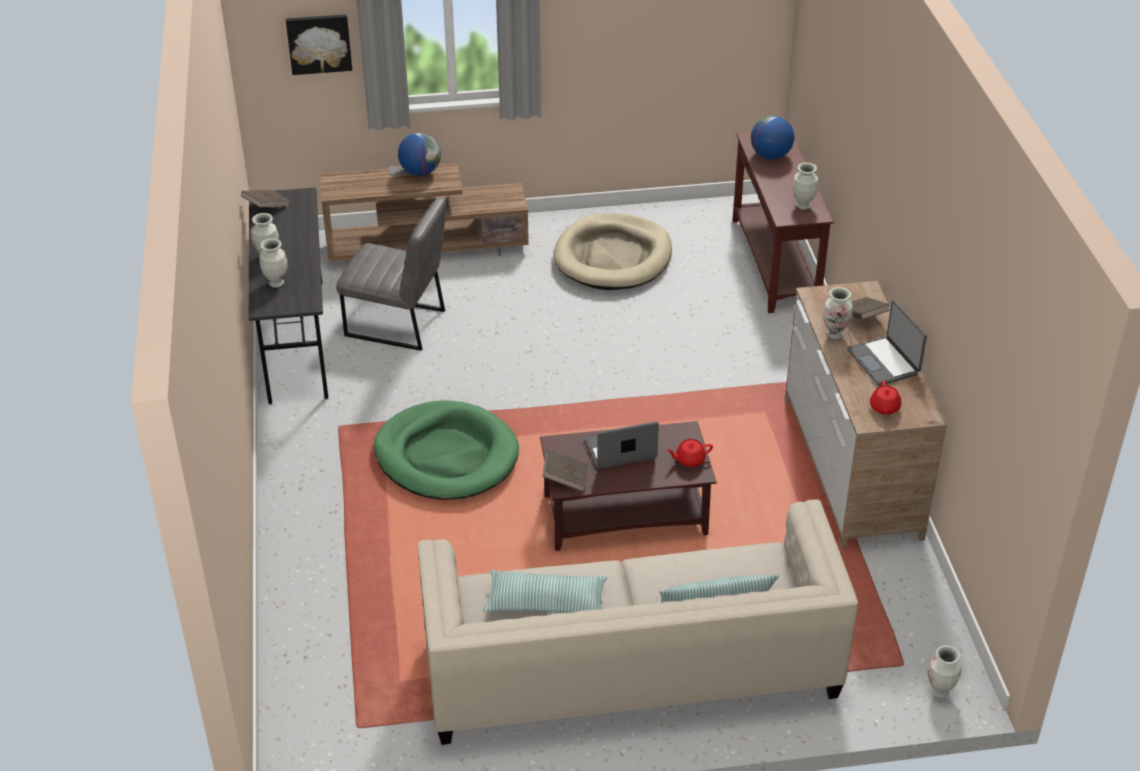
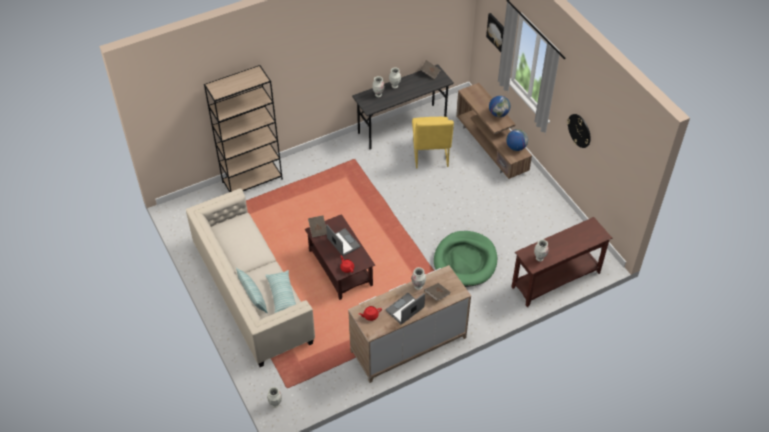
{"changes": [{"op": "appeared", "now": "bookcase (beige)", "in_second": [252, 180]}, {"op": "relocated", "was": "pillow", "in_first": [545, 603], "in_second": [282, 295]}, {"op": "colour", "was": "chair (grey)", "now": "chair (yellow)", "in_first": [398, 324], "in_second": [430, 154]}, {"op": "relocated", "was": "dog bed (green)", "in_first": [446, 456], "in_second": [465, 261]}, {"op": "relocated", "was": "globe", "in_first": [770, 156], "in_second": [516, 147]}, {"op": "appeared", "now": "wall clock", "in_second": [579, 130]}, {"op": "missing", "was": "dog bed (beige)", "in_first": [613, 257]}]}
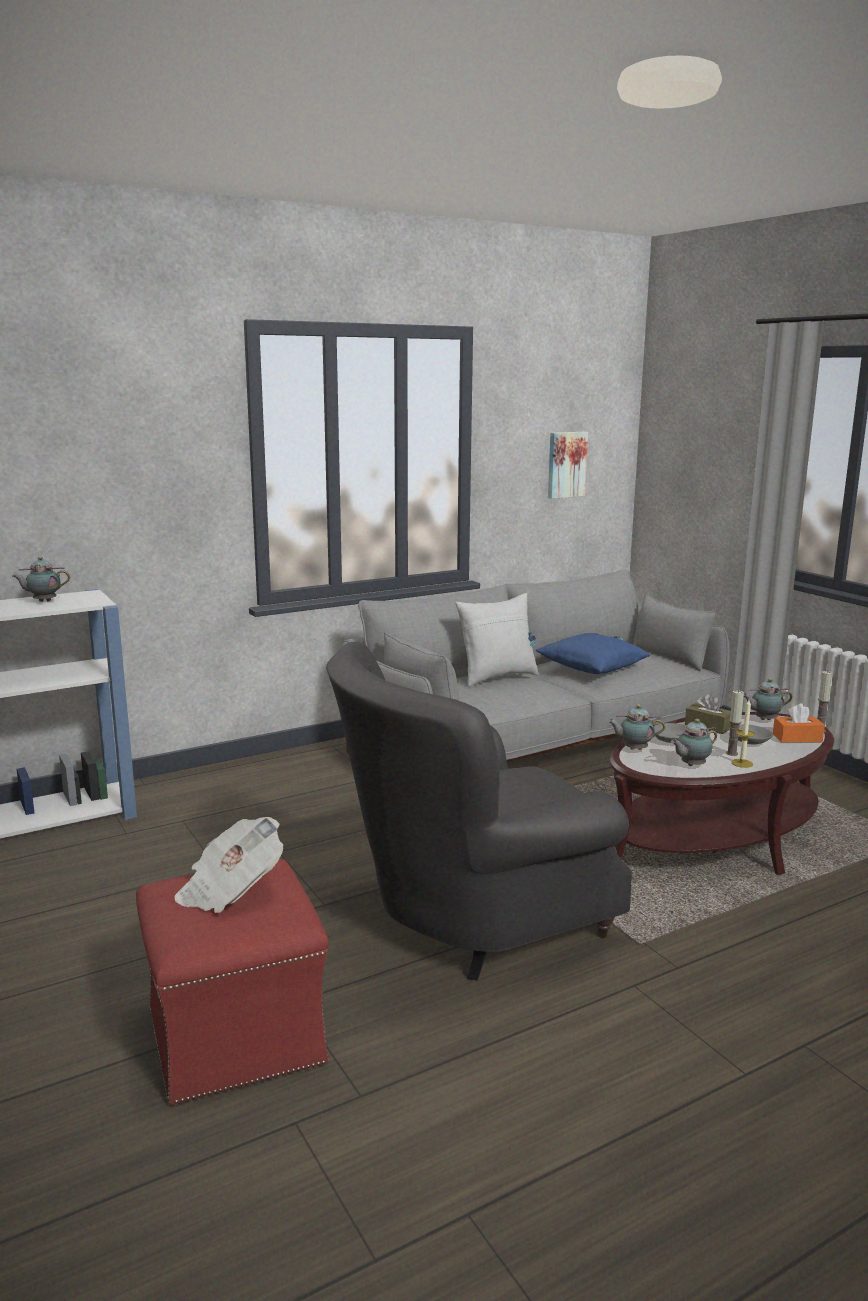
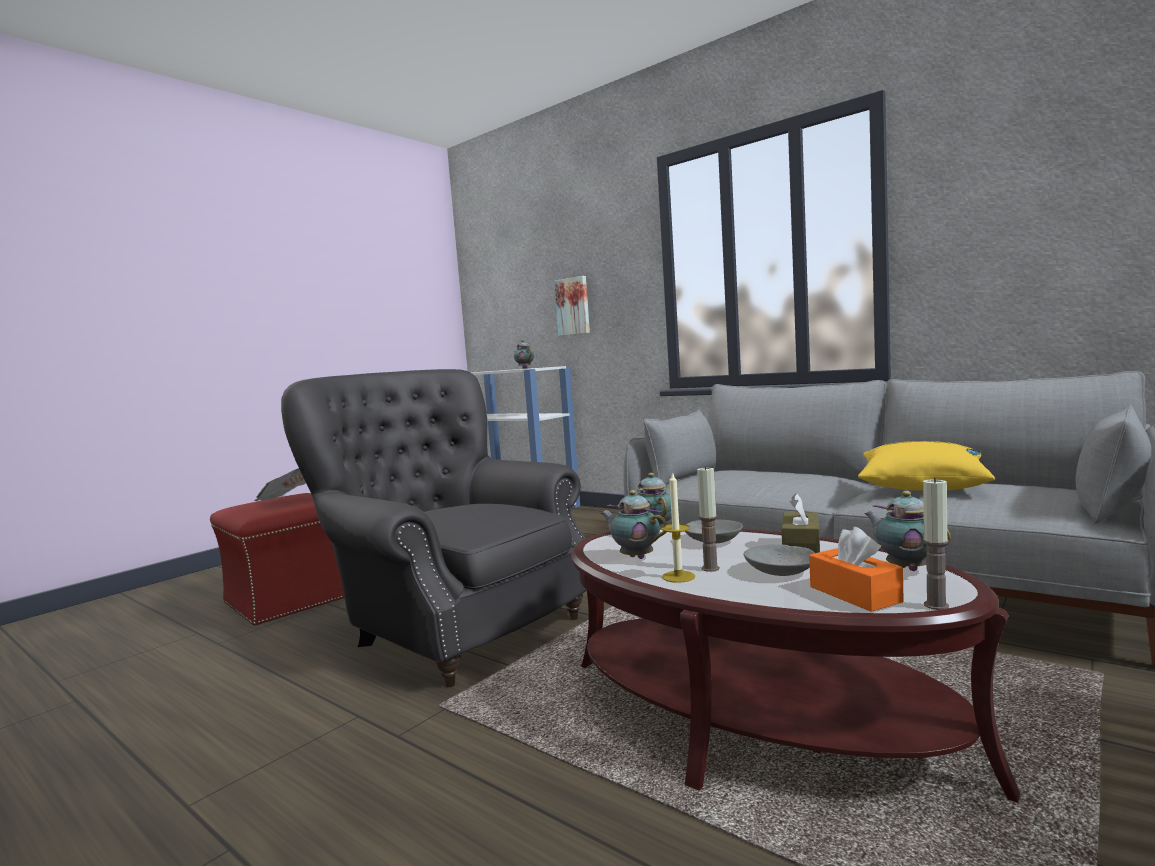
{"changes": [{"op": "relocated", "was": "picture", "in_first": [566, 464], "in_second": [573, 306]}, {"op": "colour", "was": "pillow (blue)", "now": "pillow (yellow)", "in_first": [591, 668], "in_second": [922, 487]}, {"op": "missing", "was": "pillow (grey)", "in_first": [497, 678]}]}
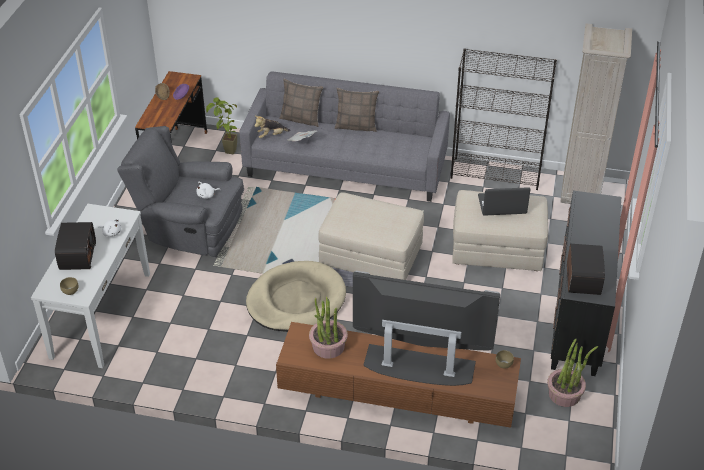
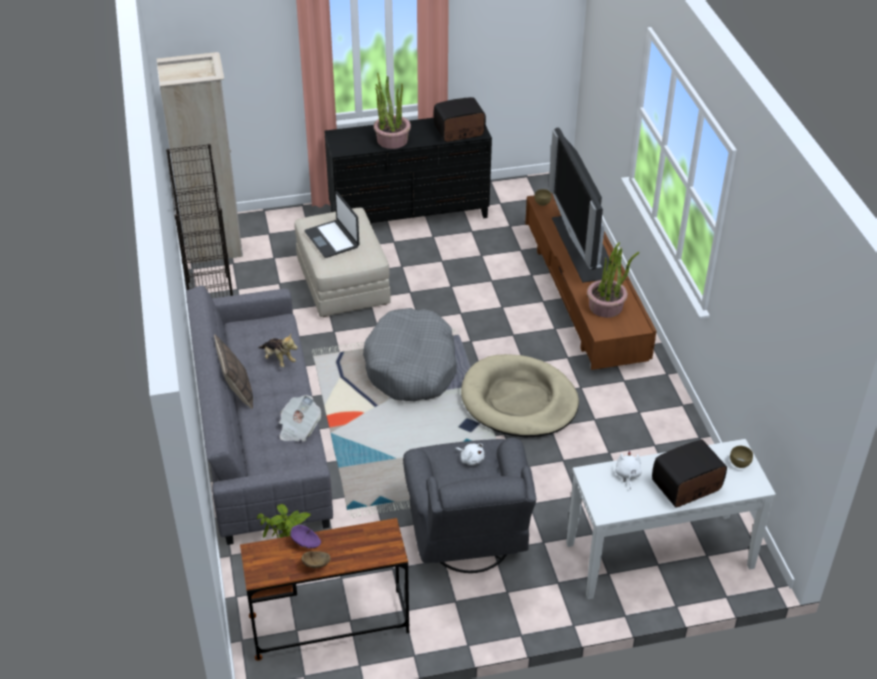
{"changes": [{"op": "relocated", "was": "plush toy", "in_first": [271, 136], "in_second": [278, 359]}, {"op": "exchanged", "was": "ottoman (beige)", "now": "dog bed (grey)", "in_first": [371, 255], "in_second": [411, 367]}, {"op": "relocated", "was": "potted plant", "in_first": [565, 394], "in_second": [392, 140]}, {"op": "missing", "was": "pillow", "in_first": [301, 119]}]}
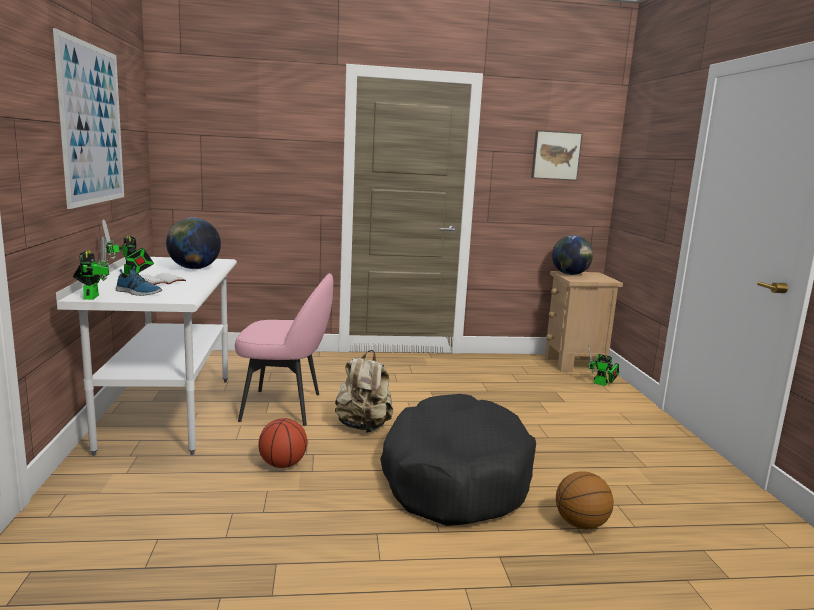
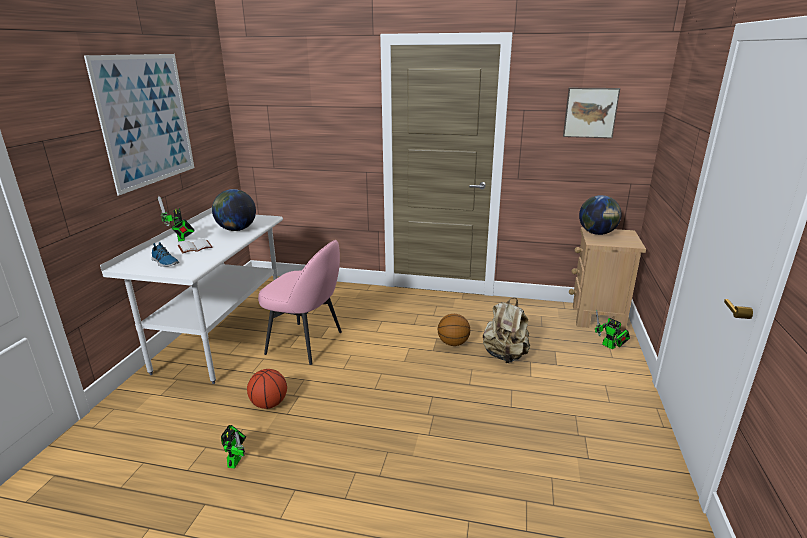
{"changes": [{"op": "relocated", "was": "toy robot", "in_first": [92, 296], "in_second": [236, 460]}, {"op": "relocated", "was": "basketball", "in_first": [581, 524], "in_second": [453, 343]}, {"op": "relocated", "was": "backpack (beige)", "in_first": [363, 427], "in_second": [505, 356]}, {"op": "missing", "was": "dog bed (black)", "in_first": [454, 477]}]}
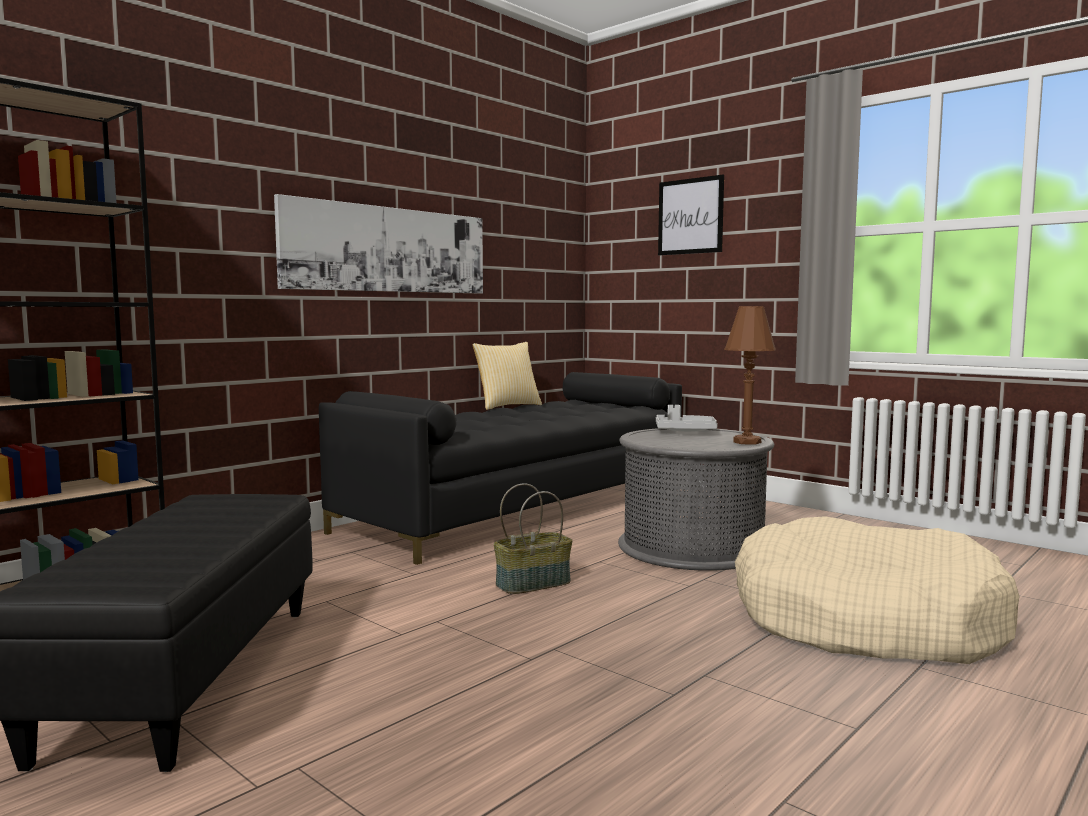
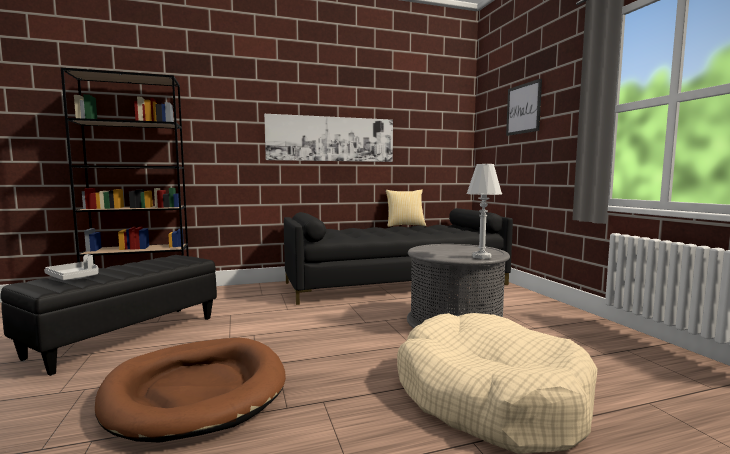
{"changes": [{"op": "relocated", "was": "tray (grey)", "in_first": [684, 431], "in_second": [75, 278]}, {"op": "appeared", "now": "dog bed (brown)", "in_second": [196, 391]}, {"op": "colour", "was": "table lamp (brown)", "now": "table lamp (white)", "in_first": [747, 442], "in_second": [481, 257]}, {"op": "missing", "was": "basket", "in_first": [533, 583]}]}
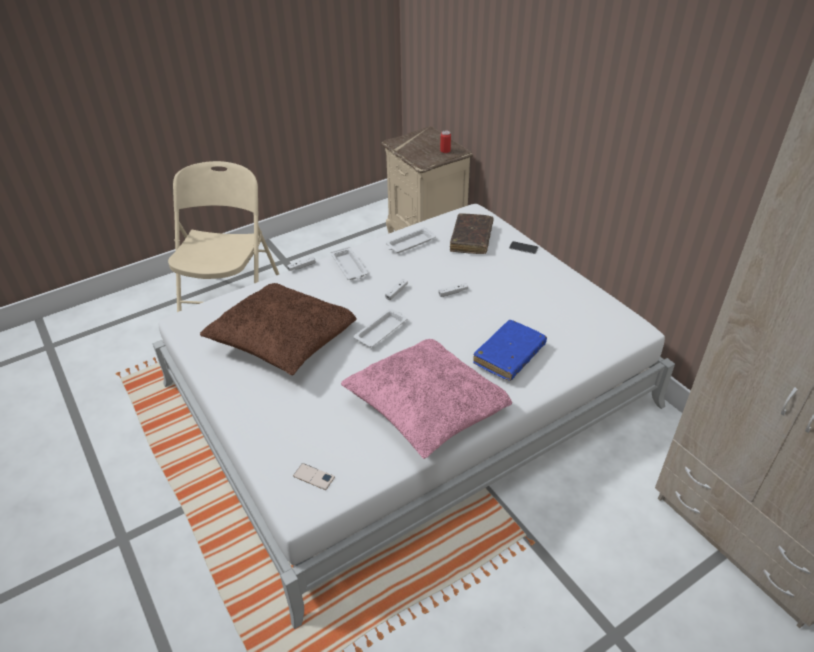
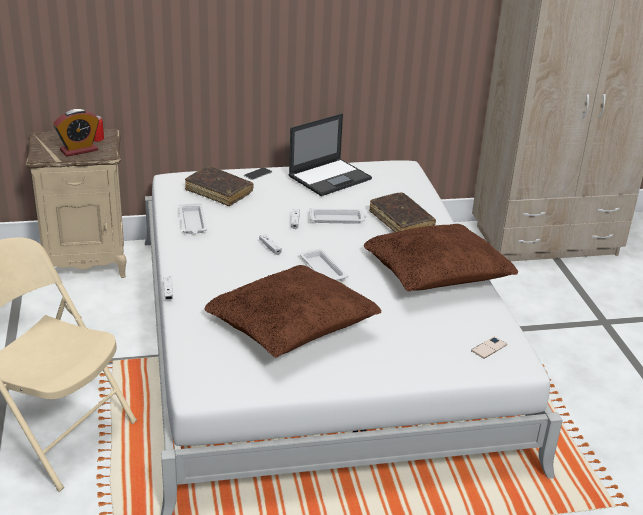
{"changes": [{"op": "appeared", "now": "alarm clock", "in_second": [79, 150]}, {"op": "appeared", "now": "laptop", "in_second": [330, 177]}, {"op": "relocated", "was": "tray (white)", "in_first": [349, 267], "in_second": [337, 219]}, {"op": "colour", "was": "pillow (pink)", "now": "pillow (brown)", "in_first": [427, 407], "in_second": [436, 275]}, {"op": "colour", "was": "book (blue)", "now": "book (brown)", "in_first": [509, 355], "in_second": [401, 220]}]}
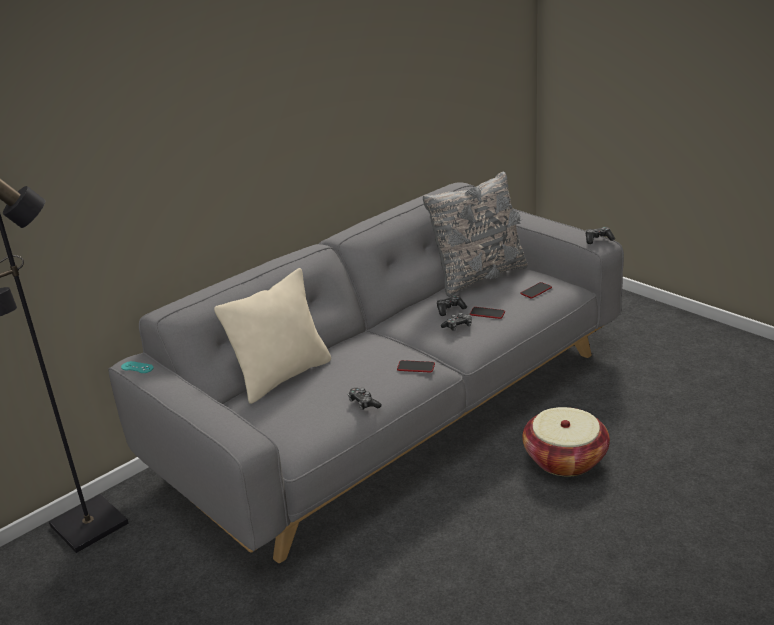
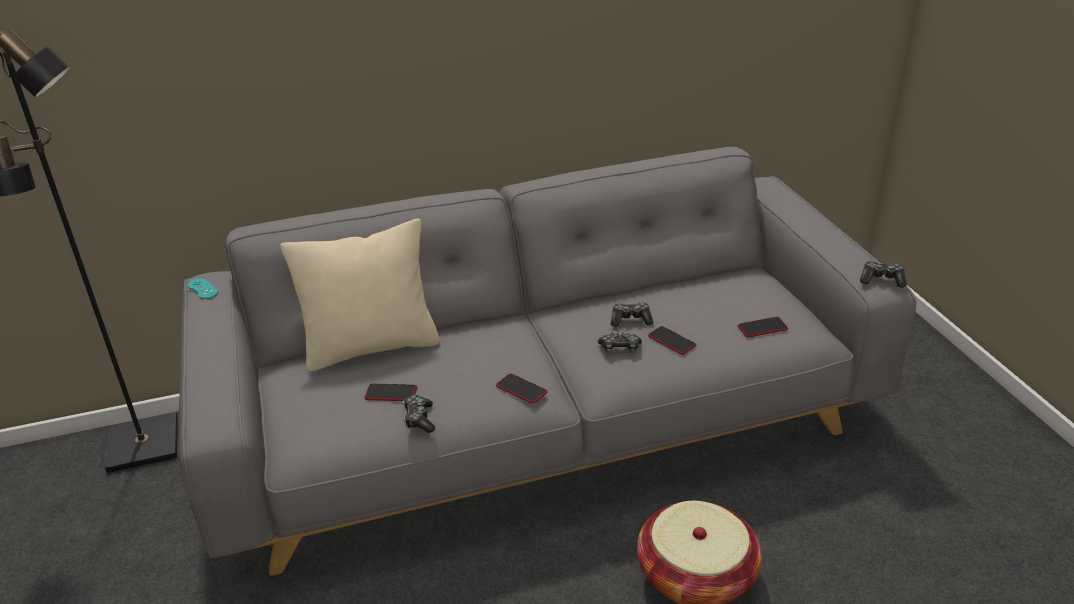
{"changes": [{"op": "appeared", "now": "phone", "in_second": [391, 393]}, {"op": "missing", "was": "pillow (grey)", "in_first": [479, 277]}]}
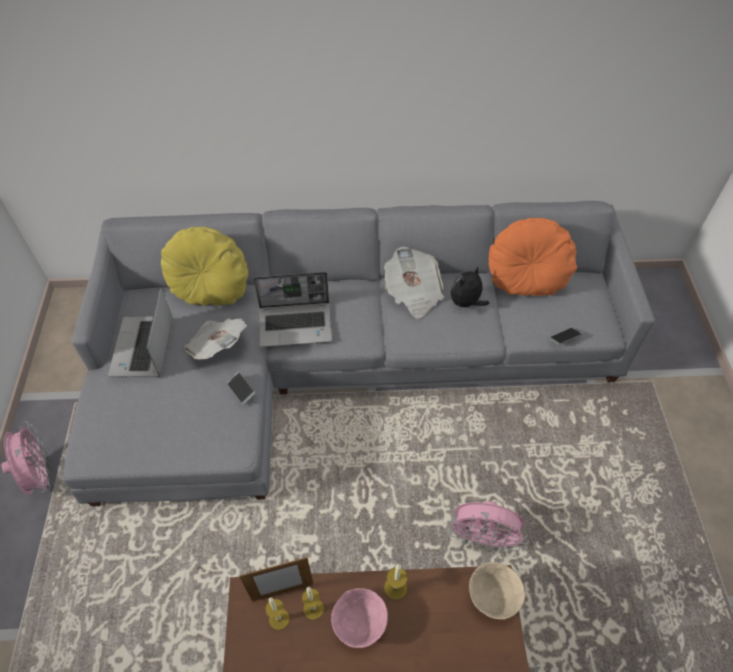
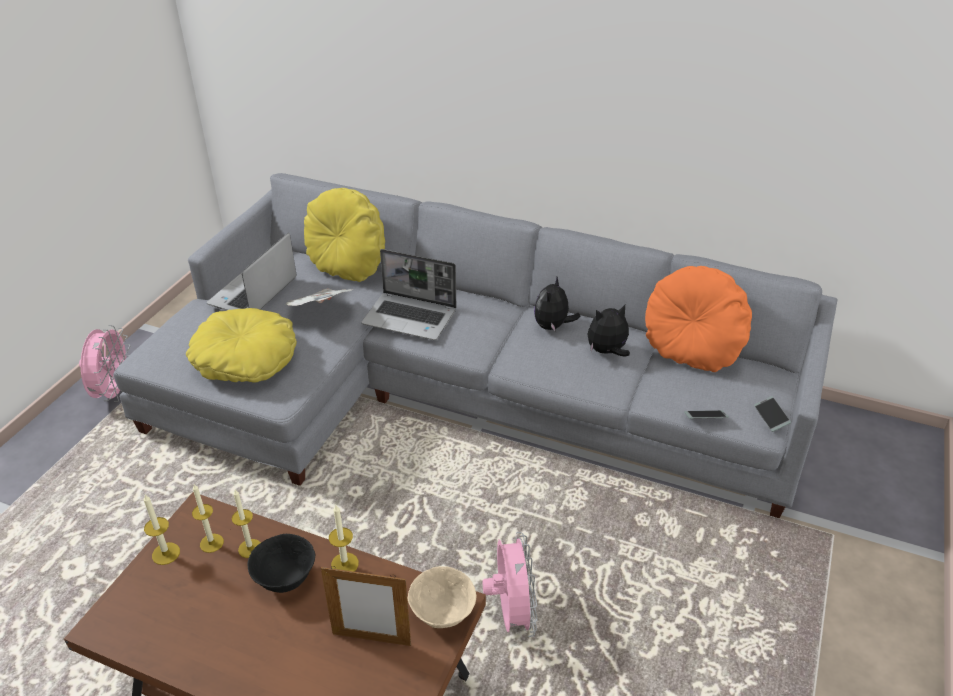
{"changes": [{"op": "appeared", "now": "candle", "in_second": [166, 553]}, {"op": "appeared", "now": "pillow (yellow)", "in_second": [247, 357]}, {"op": "colour", "was": "bowl (pink)", "now": "bowl (black)", "in_first": [359, 623], "in_second": [285, 579]}, {"op": "relocated", "was": "picture frame", "in_first": [282, 592], "in_second": [371, 639]}, {"op": "spun", "was": "fan (pink)", "in_first": [483, 538], "in_second": [511, 613], "clockwise": -135}, {"op": "exchanged", "was": "newspaper", "now": "plush toy", "in_first": [413, 293], "in_second": [552, 326]}, {"op": "relocated", "was": "phone", "in_first": [241, 390], "in_second": [771, 417]}]}
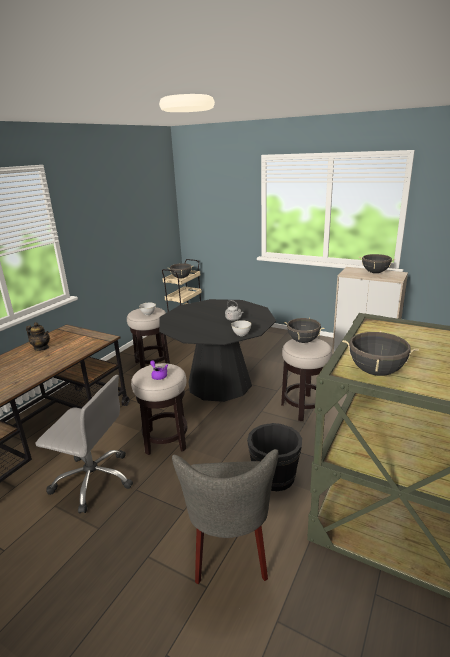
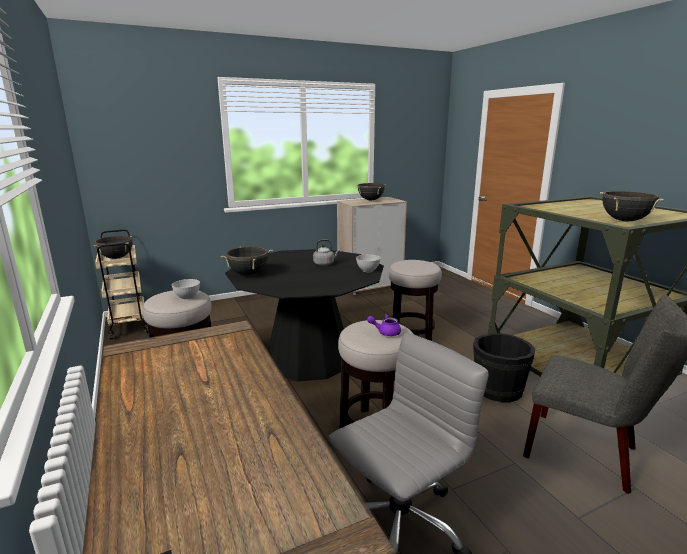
{"changes": [{"op": "relocated", "was": "cooking pot (black)", "in_first": [303, 341], "in_second": [248, 274]}, {"op": "missing", "was": "teapot", "in_first": [41, 348]}]}
